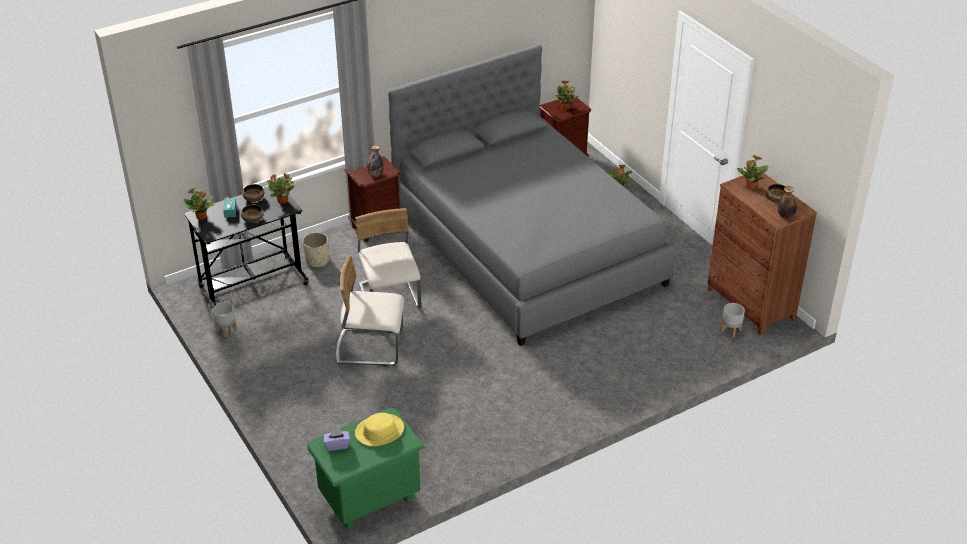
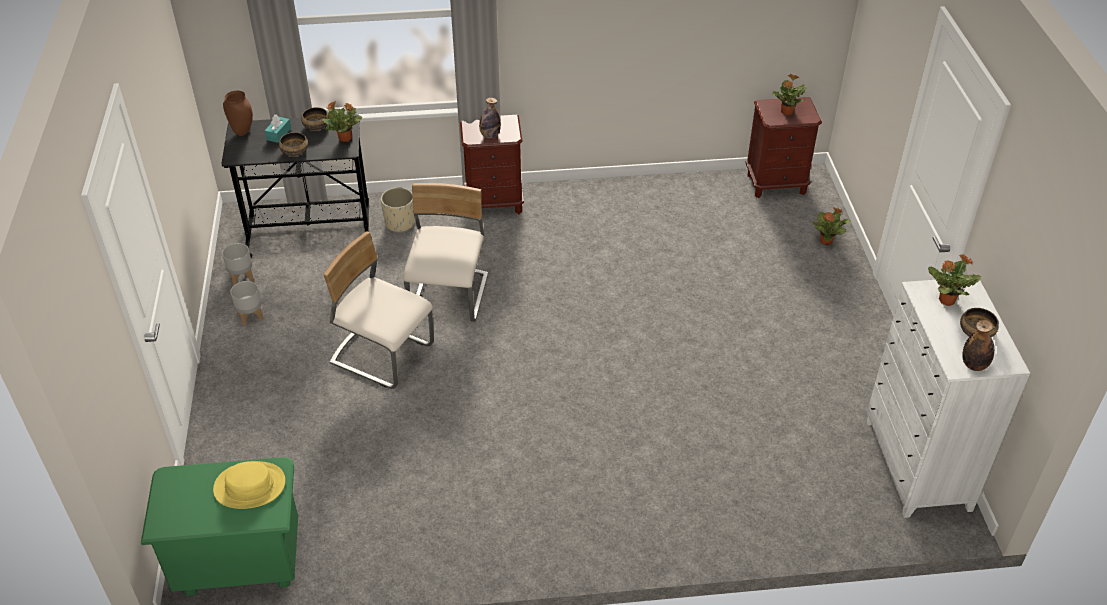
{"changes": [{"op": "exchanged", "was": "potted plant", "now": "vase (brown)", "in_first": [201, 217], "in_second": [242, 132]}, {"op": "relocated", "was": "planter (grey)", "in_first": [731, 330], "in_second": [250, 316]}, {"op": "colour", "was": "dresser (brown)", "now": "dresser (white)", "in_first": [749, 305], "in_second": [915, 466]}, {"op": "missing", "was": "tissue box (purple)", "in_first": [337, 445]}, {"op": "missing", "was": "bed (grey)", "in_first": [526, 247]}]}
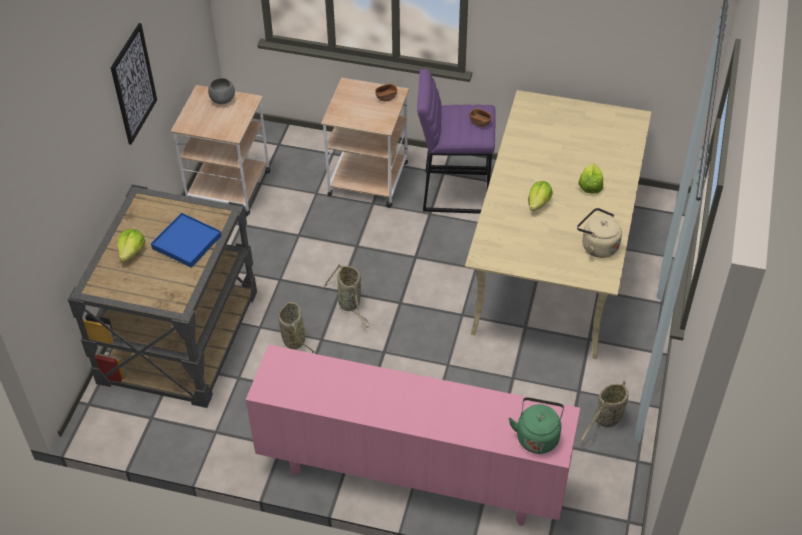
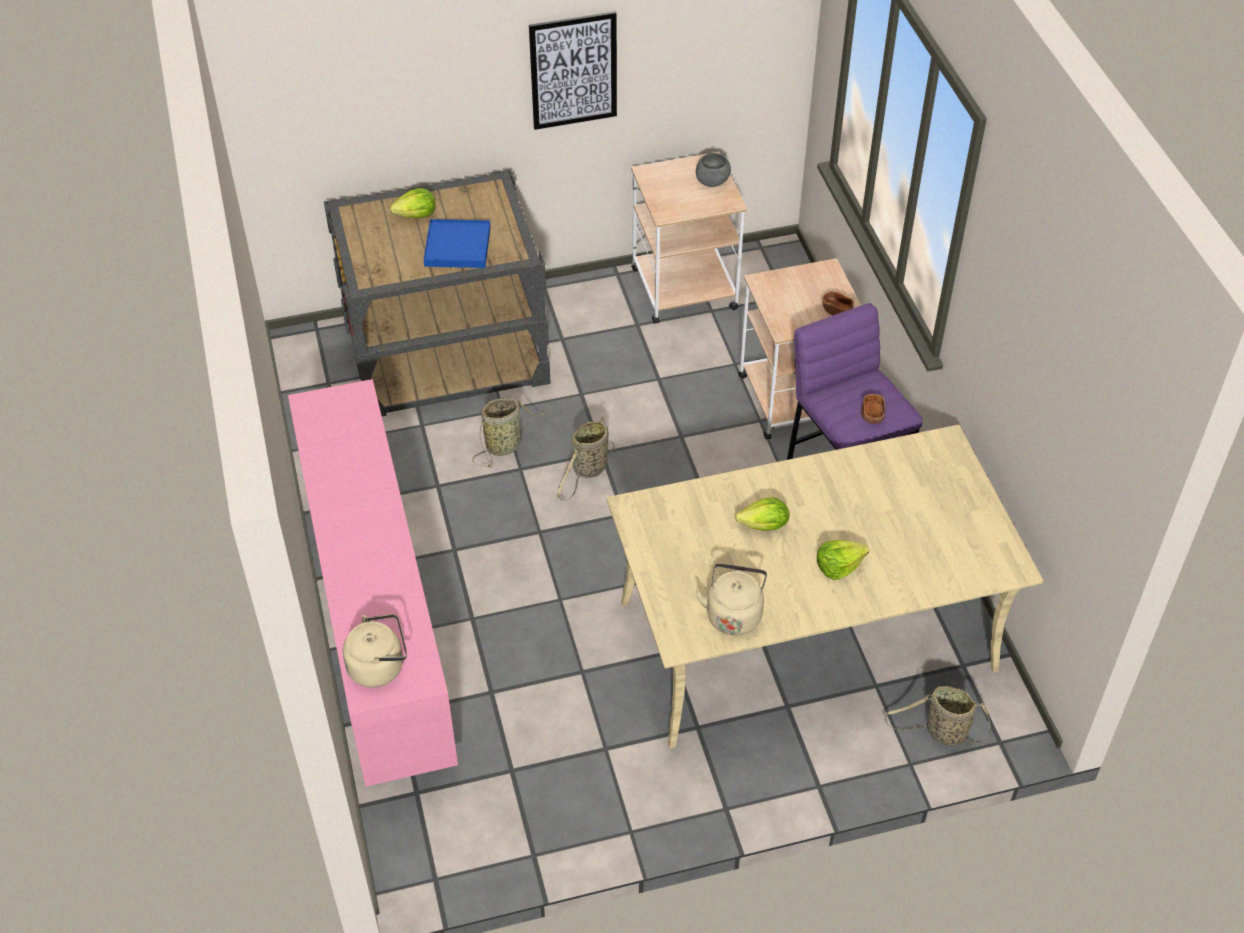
{"changes": [{"op": "colour", "was": "kettle (green)", "now": "kettle (beige)", "in_first": [537, 436], "in_second": [379, 666]}, {"op": "relocated", "was": "basket", "in_first": [606, 420], "in_second": [942, 733]}]}
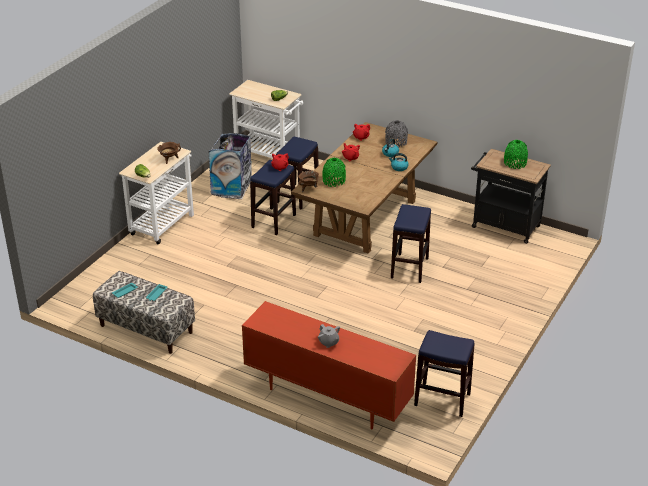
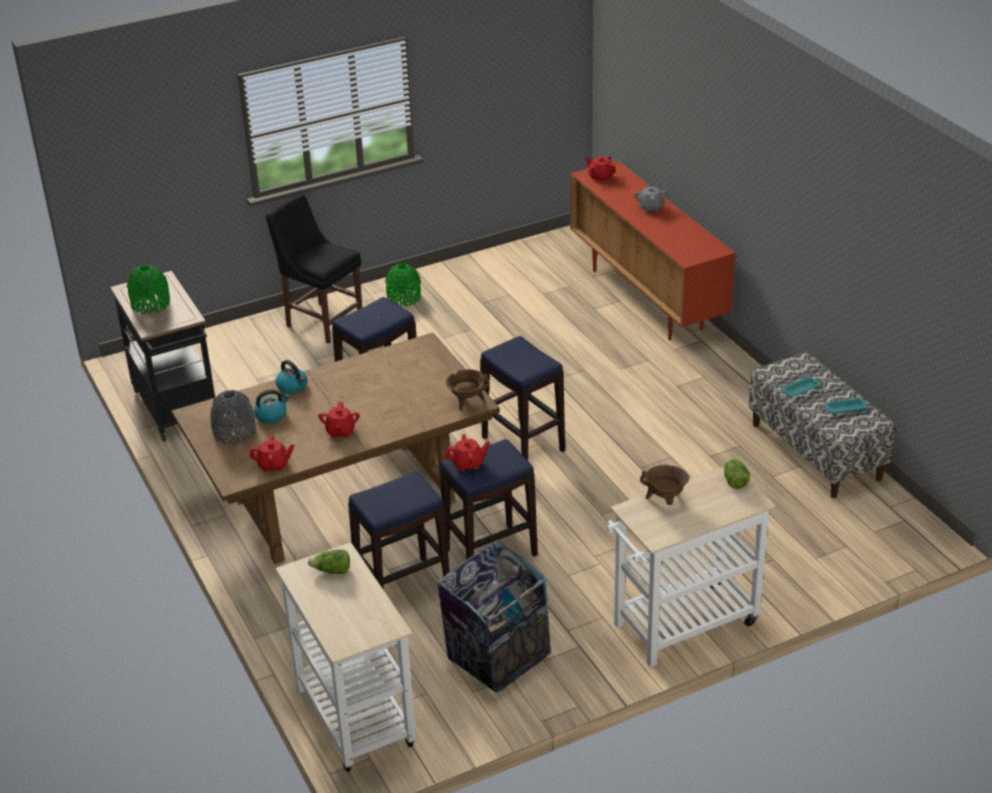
{"changes": [{"op": "appeared", "now": "chair (black)", "in_second": [322, 321]}, {"op": "relocated", "was": "vase (green)", "in_first": [334, 181], "in_second": [404, 298]}, {"op": "relocated", "was": "stool", "in_first": [442, 400], "in_second": [523, 444]}, {"op": "appeared", "now": "teapot (red)", "in_second": [600, 177]}]}
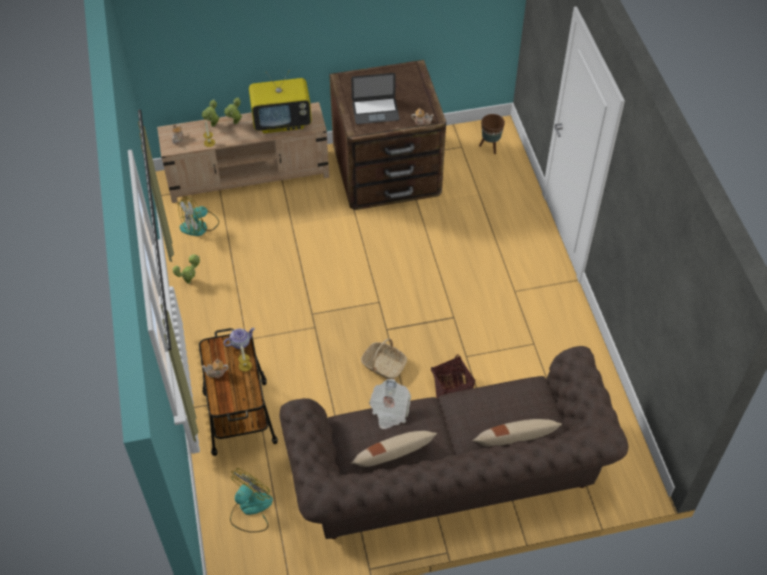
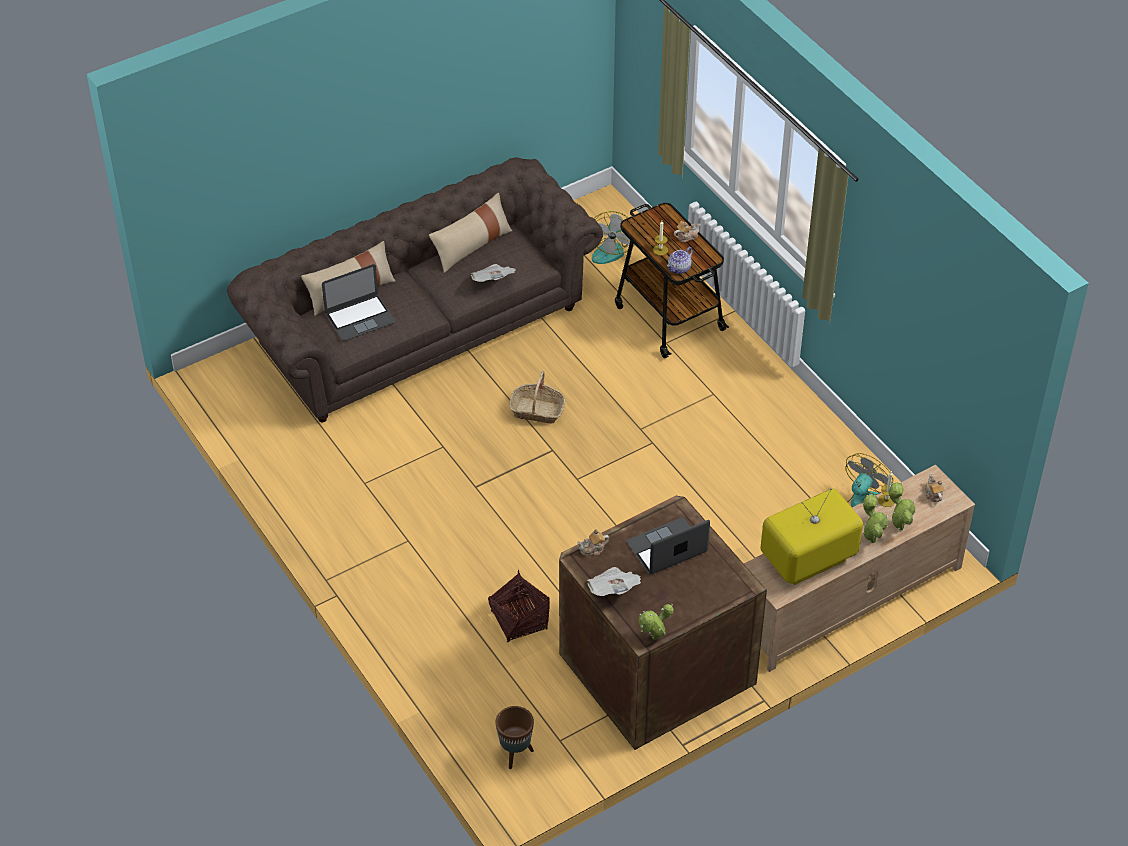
{"changes": [{"op": "appeared", "now": "laptop", "in_second": [360, 318]}, {"op": "relocated", "was": "basket", "in_first": [451, 389], "in_second": [519, 621]}, {"op": "appeared", "now": "newspaper", "in_second": [613, 590]}, {"op": "relocated", "was": "potted plant", "in_first": [190, 281], "in_second": [653, 639]}]}
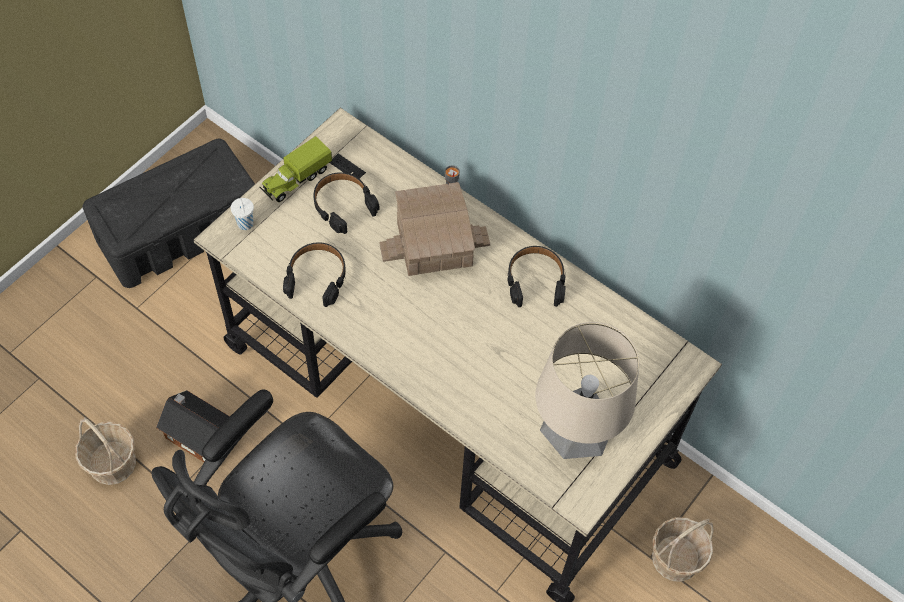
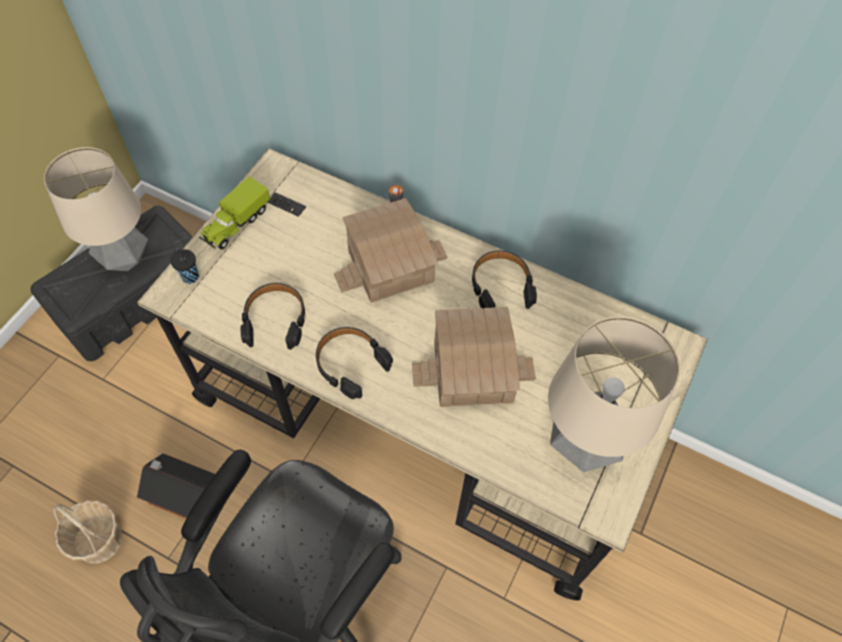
{"changes": [{"op": "appeared", "now": "table lamp", "in_second": [126, 259]}, {"op": "colour", "was": "cup (white)", "now": "cup (black)", "in_first": [245, 225], "in_second": [191, 278]}, {"op": "relocated", "was": "headphones (black)", "in_first": [343, 205], "in_second": [350, 364]}, {"op": "appeared", "now": "toy house", "in_second": [473, 374]}, {"op": "missing", "was": "basket", "in_first": [675, 558]}]}
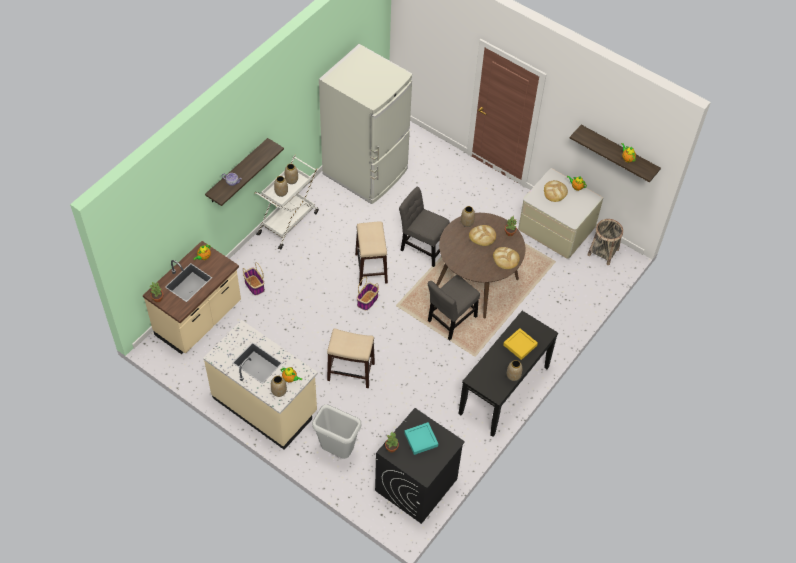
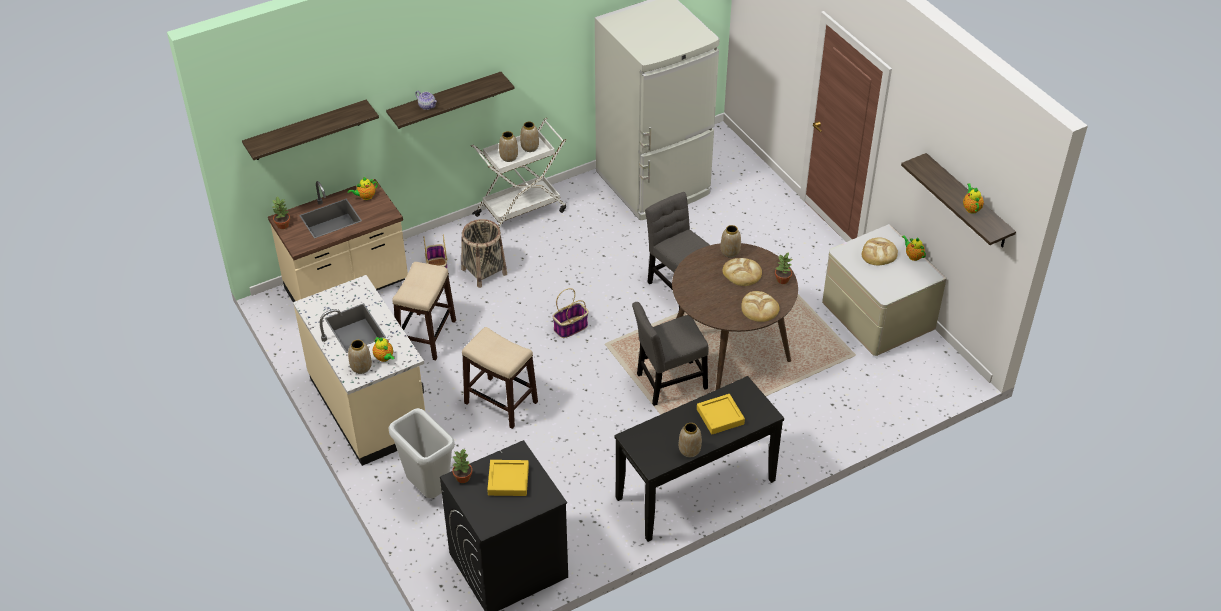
{"changes": [{"op": "appeared", "now": "shelf", "in_second": [307, 130]}, {"op": "relocated", "was": "stool", "in_first": [371, 268], "in_second": [427, 335]}, {"op": "relocated", "was": "basket", "in_first": [603, 252], "in_second": [484, 271]}, {"op": "colour", "was": "tray (turquoise)", "now": "tray (yellow)", "in_first": [421, 439], "in_second": [508, 480]}]}
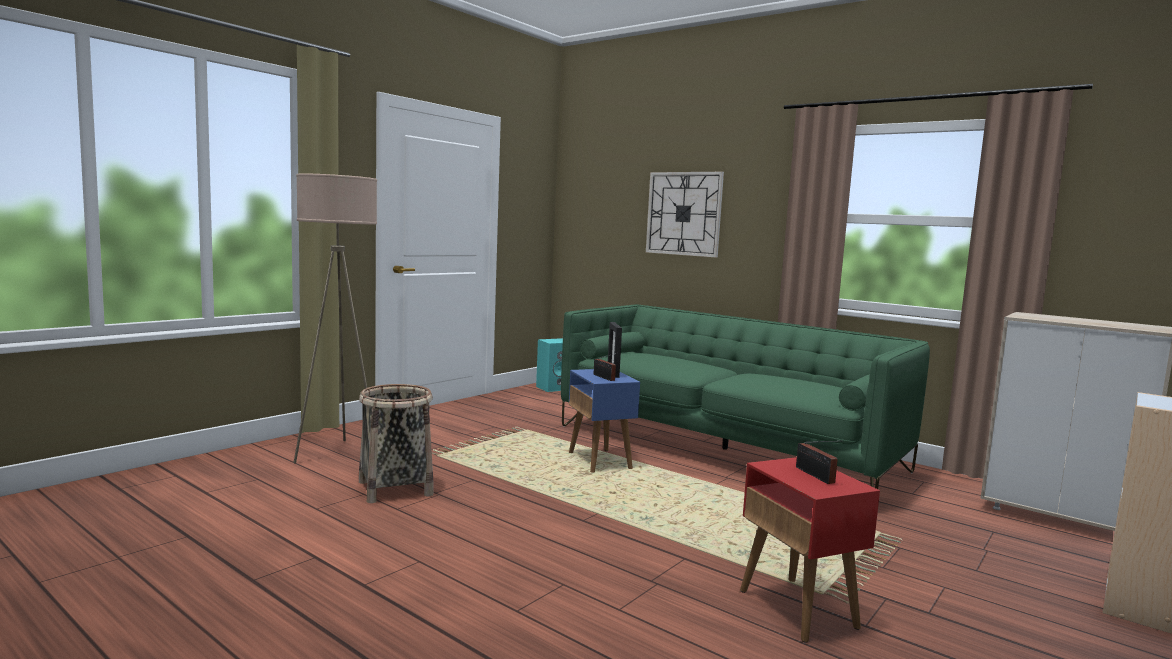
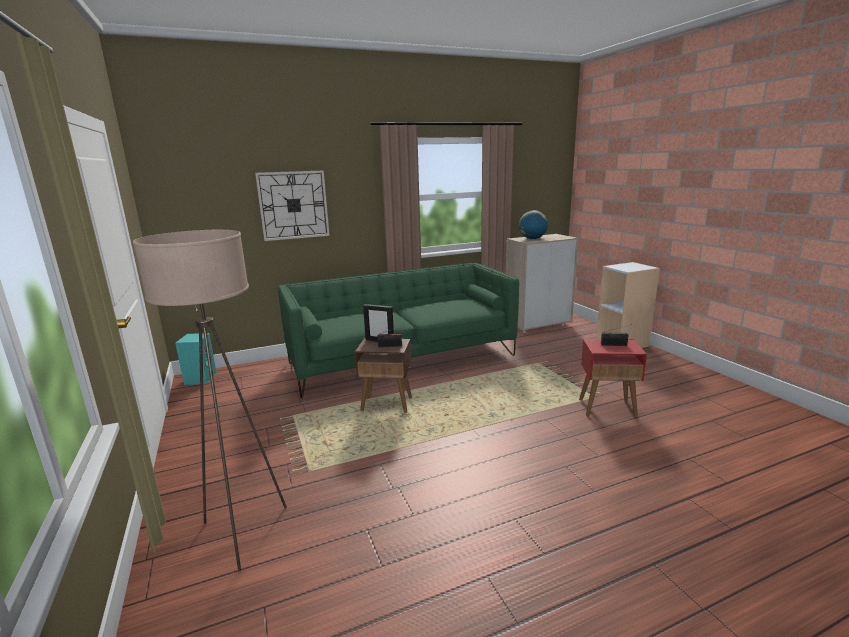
{"changes": [{"op": "colour", "was": "side table (blue)", "now": "side table (brown)", "in_first": [600, 461], "in_second": [387, 404]}, {"op": "appeared", "now": "globe", "in_second": [532, 239]}, {"op": "missing", "was": "basket", "in_first": [396, 488]}]}
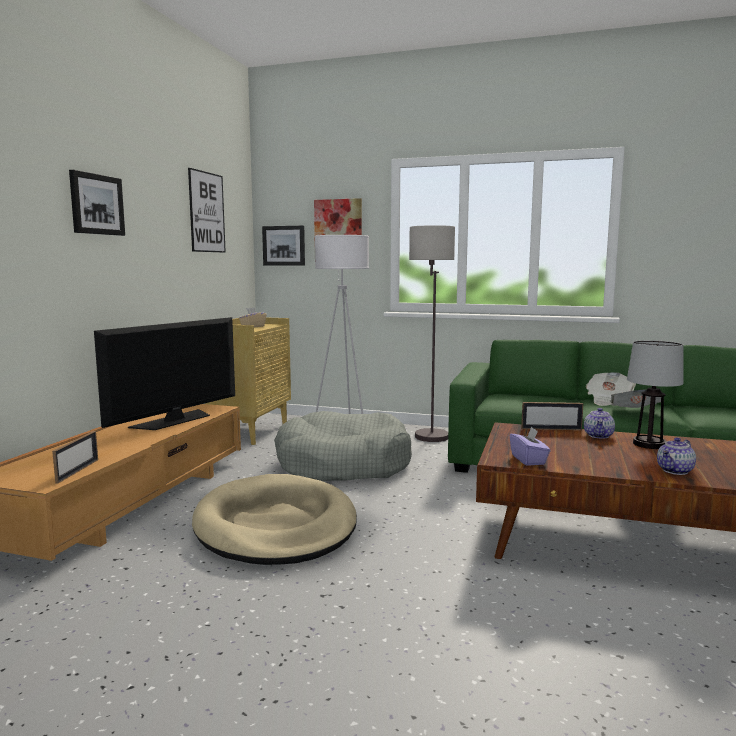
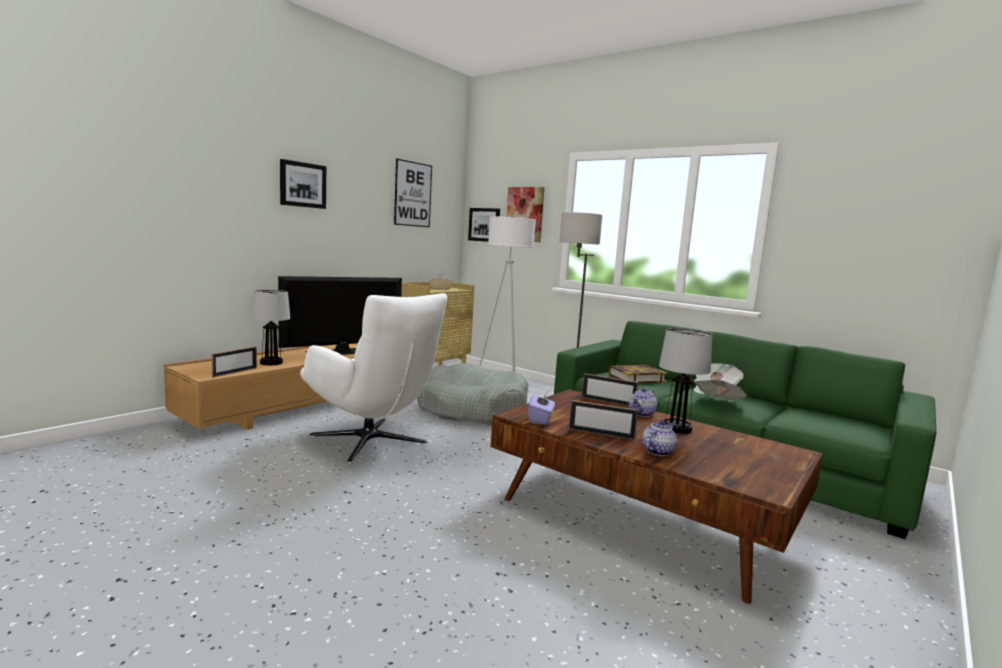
{"changes": [{"op": "appeared", "now": "table lamp", "in_second": [272, 362]}, {"op": "exchanged", "was": "dog bed (beige)", "now": "armchair (white)", "in_first": [276, 526], "in_second": [370, 441]}, {"op": "appeared", "now": "picture frame", "in_second": [601, 434]}, {"op": "appeared", "now": "book", "in_second": [636, 378]}, {"op": "spun", "was": "teapot", "in_first": [675, 471], "in_second": [657, 451], "clockwise": 150}]}
